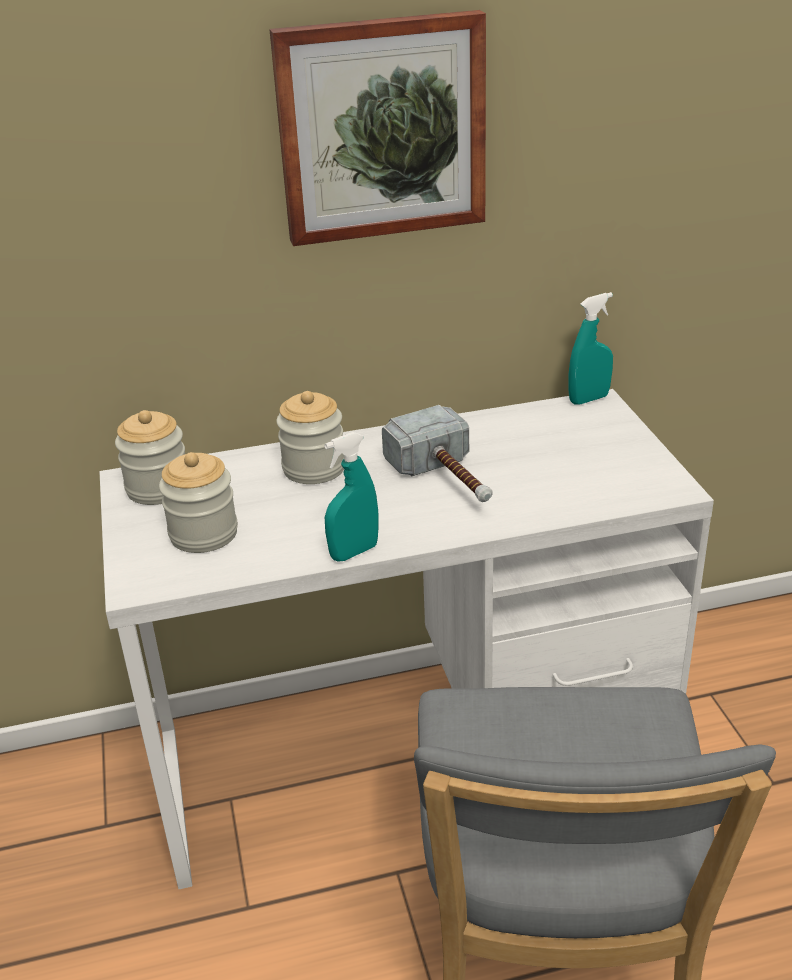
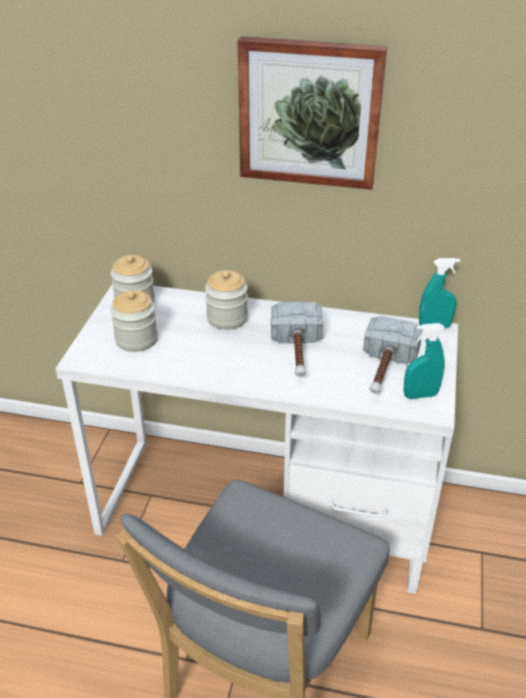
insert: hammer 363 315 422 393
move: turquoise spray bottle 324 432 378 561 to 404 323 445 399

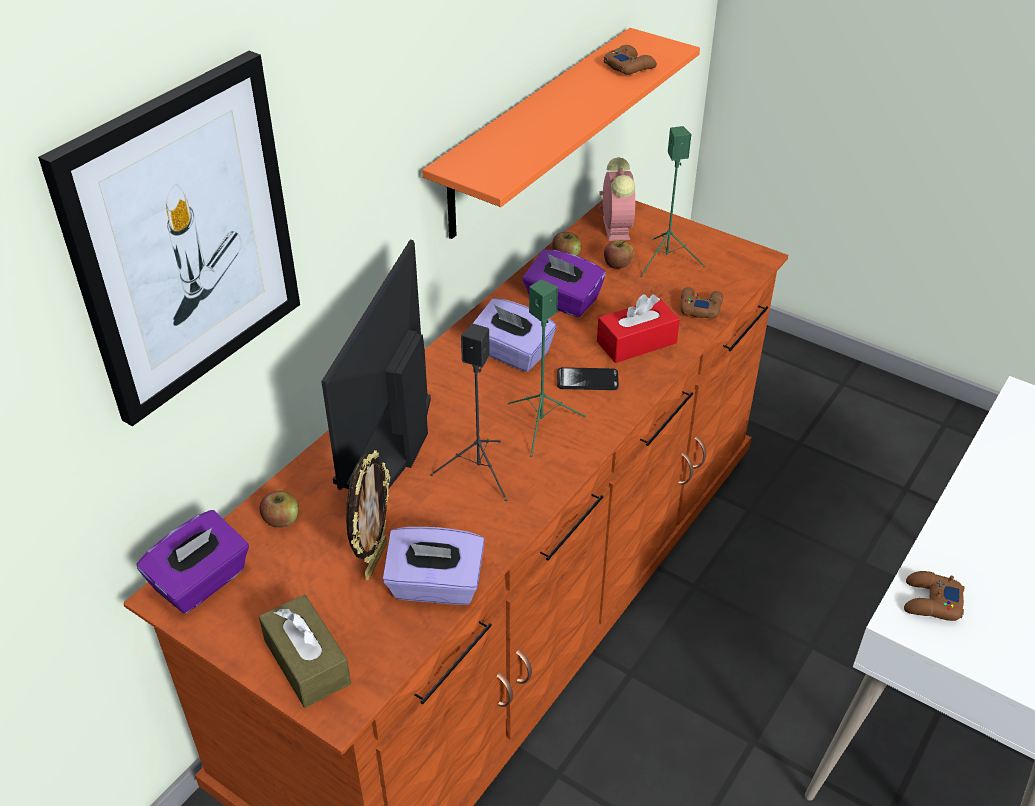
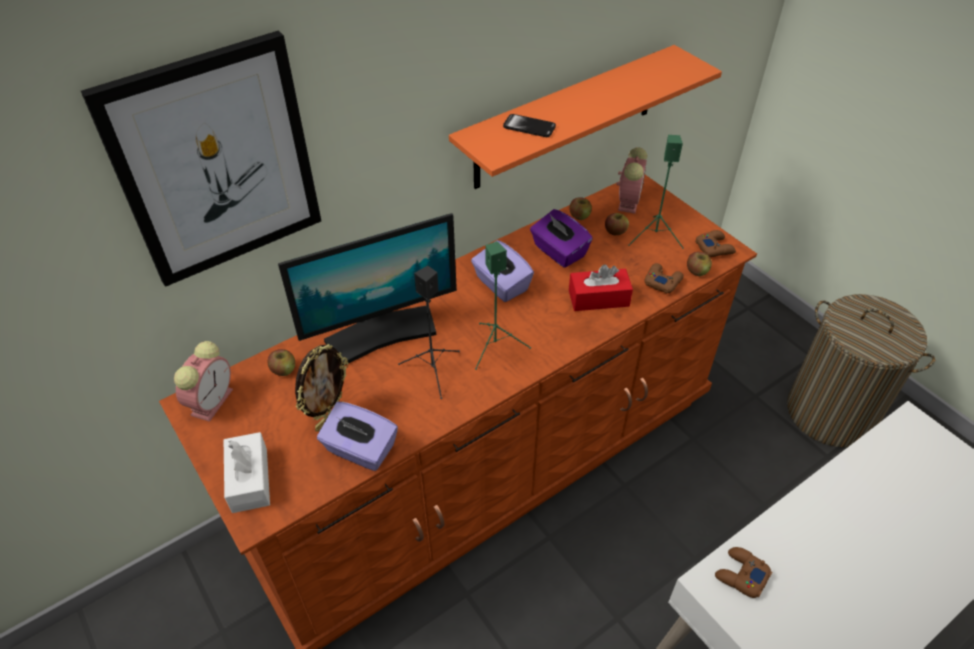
insert: apple 687 252 712 276; laundry basket 787 294 936 447
move: phone 557 367 619 390 to 503 114 556 137; brown game controller 604 45 657 75 to 695 230 736 257
replace: purple tissue box 137 510 249 613 to alarm clock 174 341 233 422
recolor: brown tissue box 259 595 351 708 to white tissue box 224 432 270 513
rotate: monitor 321 240 431 490 = 278 213 457 365 150 degrees counterclockwise

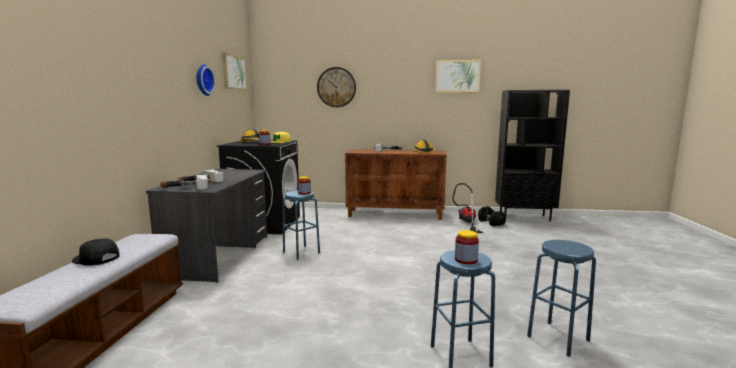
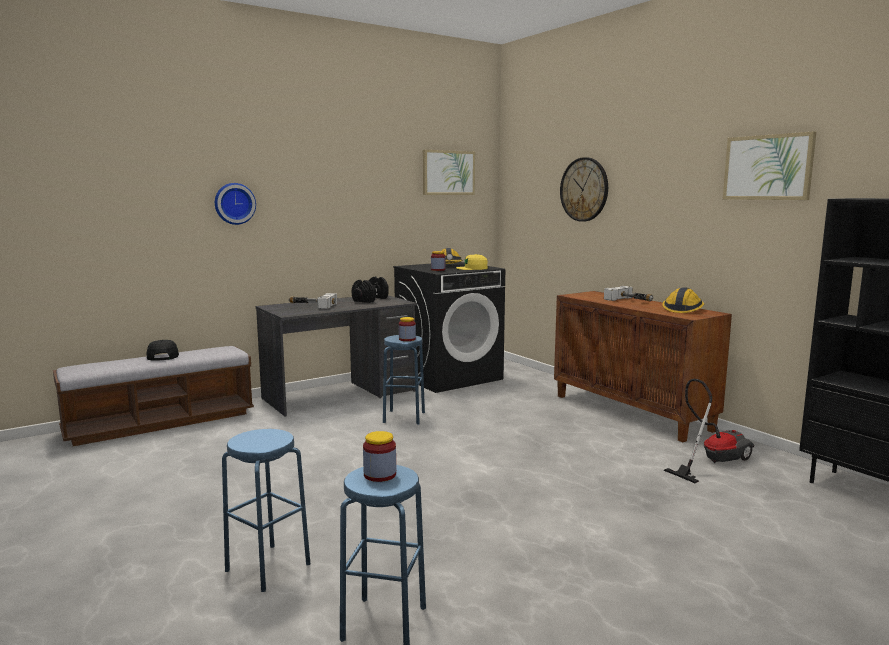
delete: hammer 160 174 210 190
move: wall clock 197 64 216 96 to 215 183 256 225; jar 455 230 479 264 to 363 431 396 482; black dumbbell 478 206 506 226 to 352 276 389 303

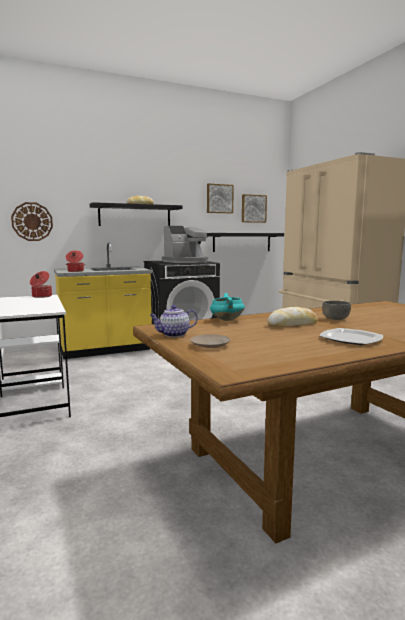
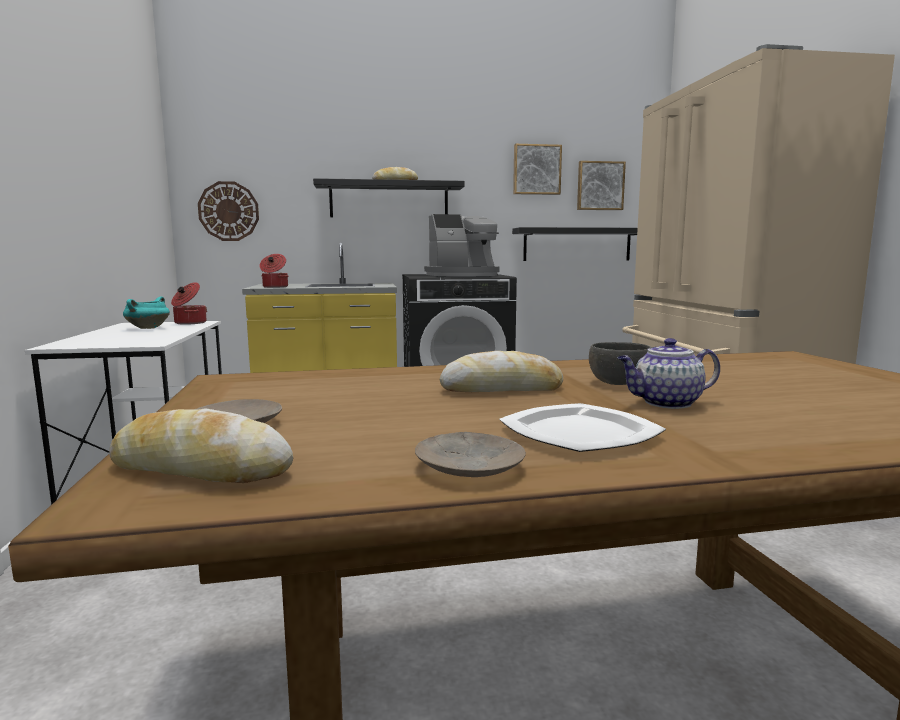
insert: bread 109 408 293 483; beige plate 415 432 526 477
move: teapot 150 305 198 337 to 618 338 720 409; turquoise cooking pot 210 293 245 321 to 123 297 170 329

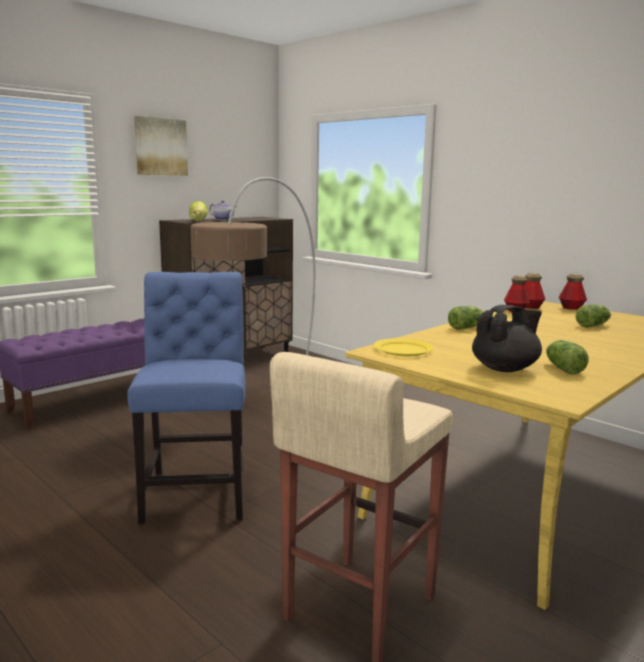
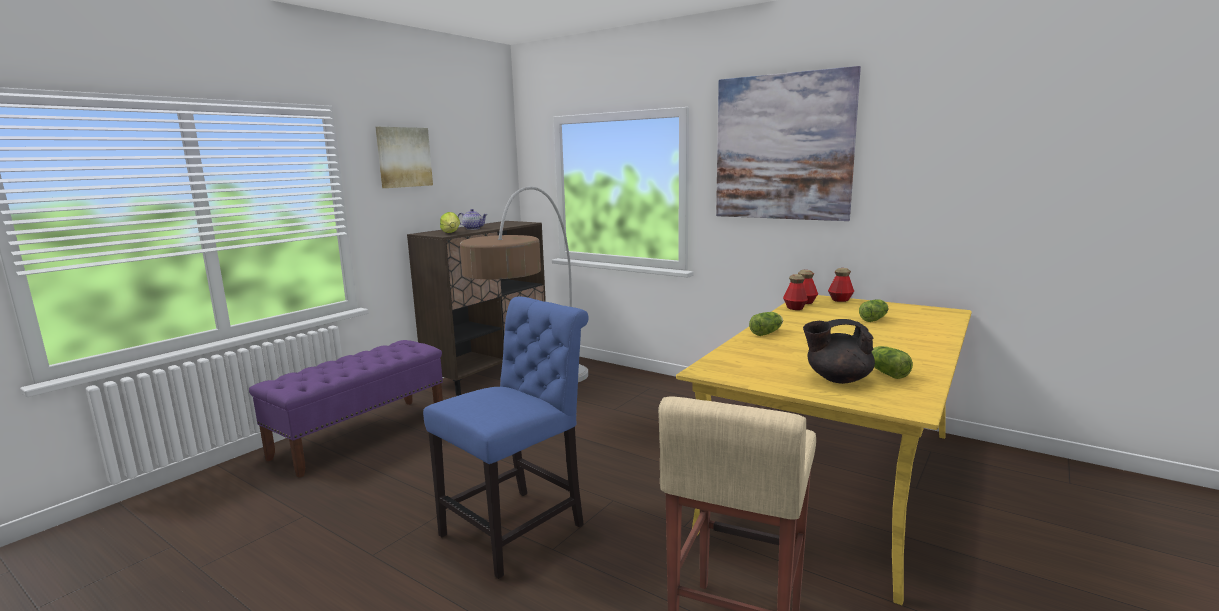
delete: yellow plate 374 338 434 356
insert: picture 716 66 861 221
rotate: blue chair 127 272 246 524 = 423 296 589 579 60 degrees clockwise; black teapot 472 305 542 372 = 803 319 875 384 135 degrees counterclockwise

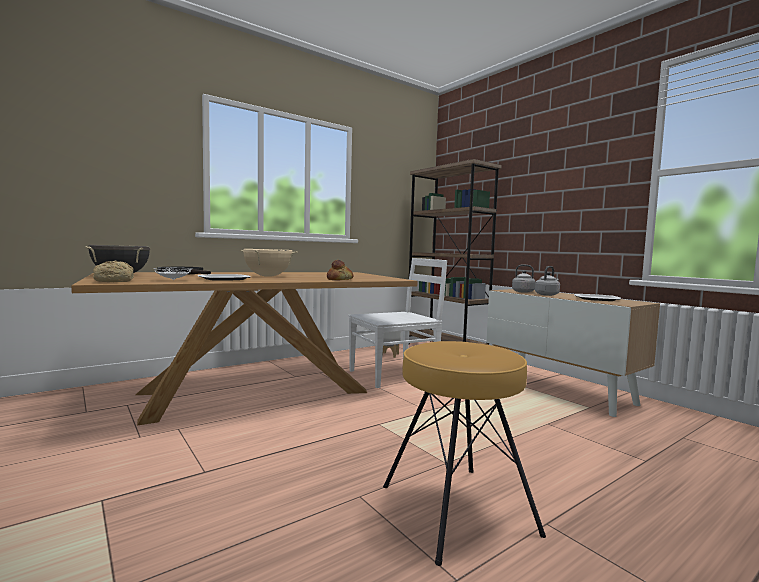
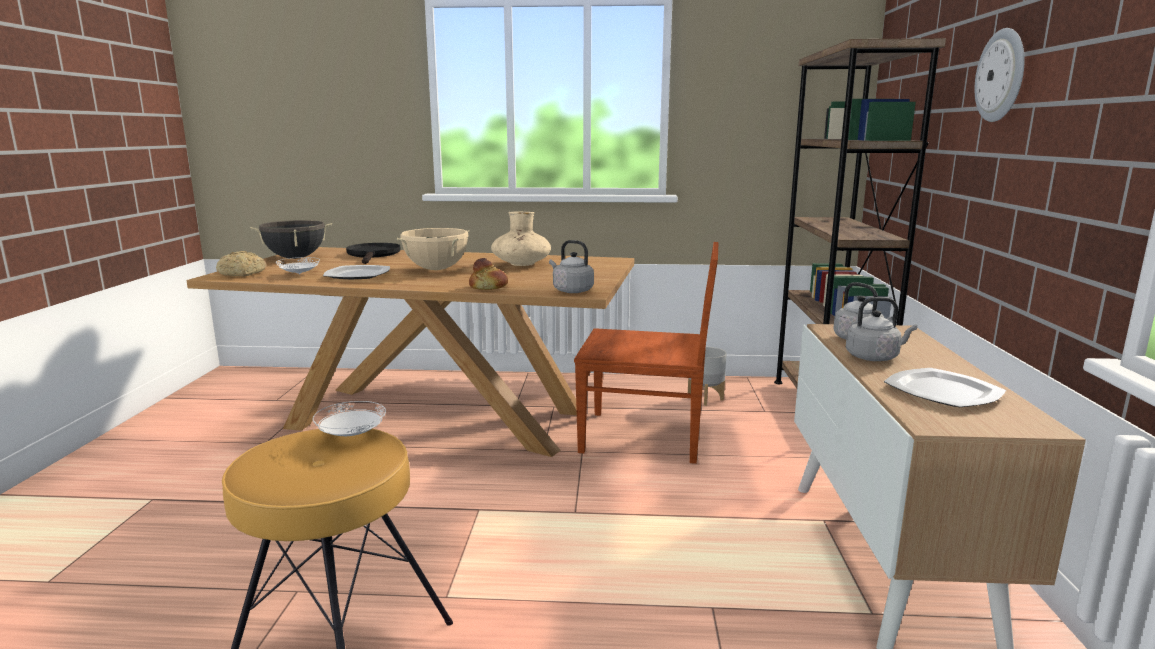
insert: white plate 313 401 386 436; beige vase 491 211 551 266; grey kettle 549 240 594 293; wall clock 975 28 1025 122
recolor: white chair 348 258 447 388 to brown chair 574 242 718 464

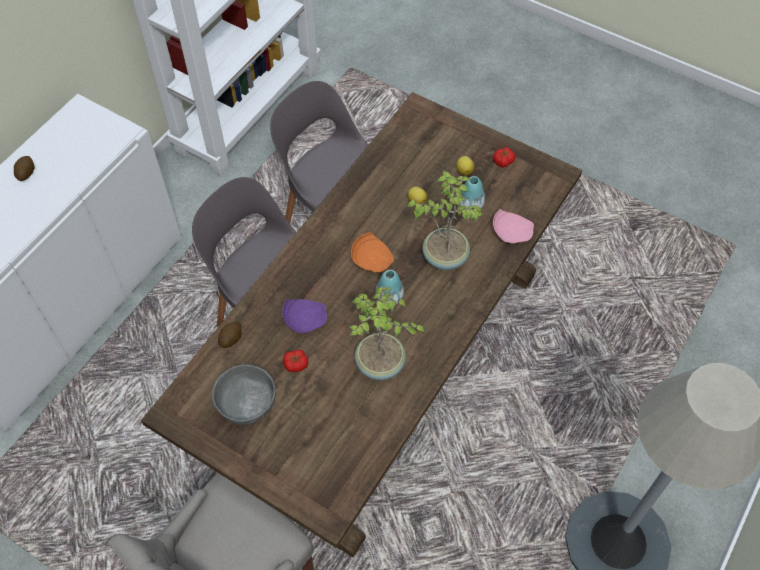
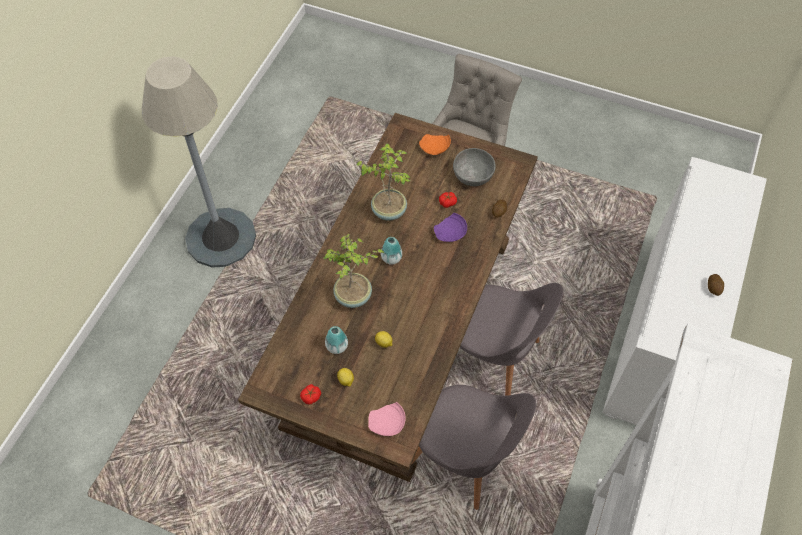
move: orange plate 351 232 394 273 to 419 134 451 155; pink plate 493 209 534 243 to 368 402 406 436

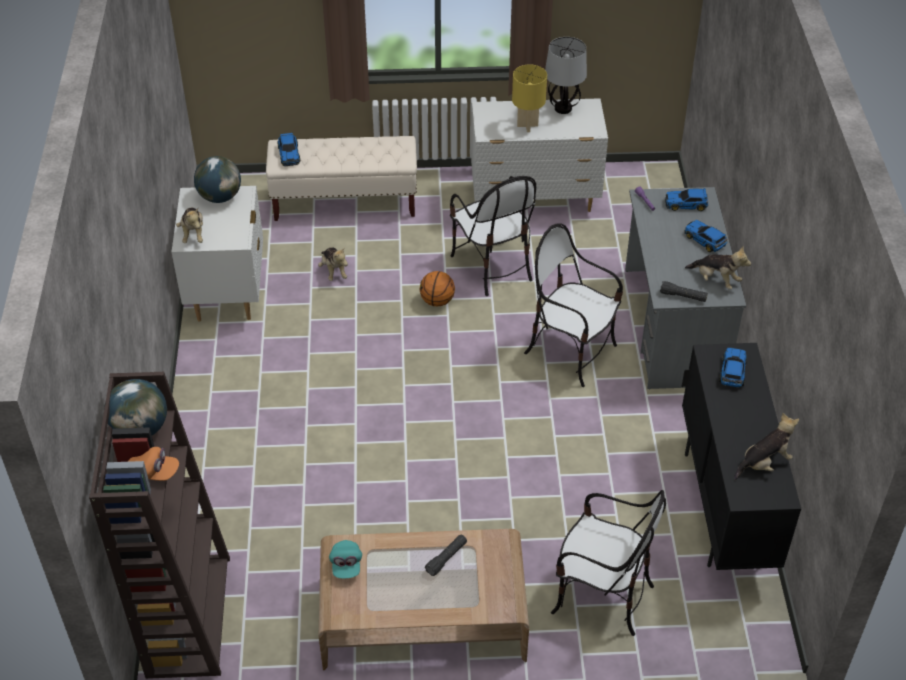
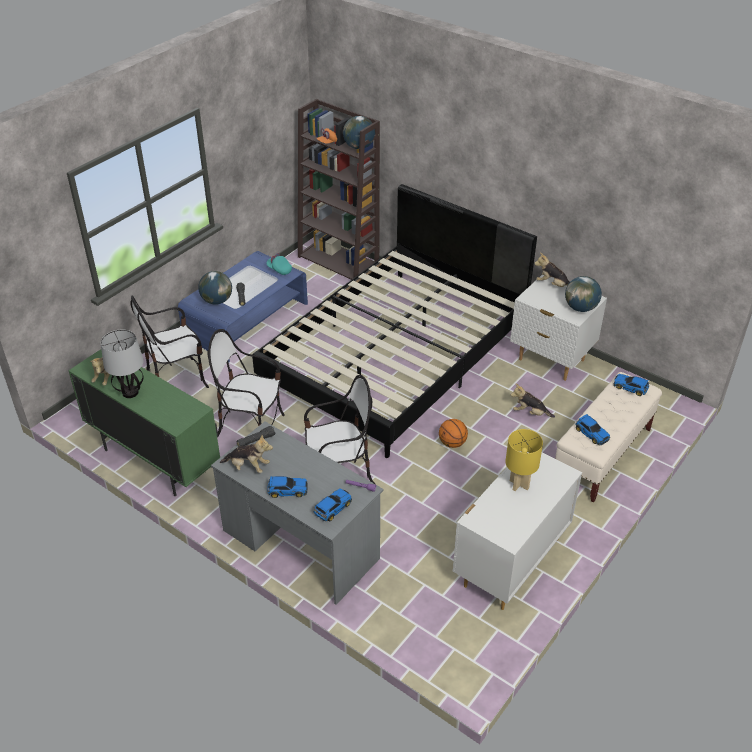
insert: globe 198 271 232 305; black bed 252 184 537 458
move: chair 450 176 536 296 to 207 329 285 437; table lamp 545 37 587 114 to 101 330 144 398; toy car 719 348 747 388 to 576 414 610 446
recolor: brown coffee table 318 529 529 670 to blue coffee table 178 251 308 362; black cabinet 681 343 801 570 to green cabinet 68 349 221 497
rotate: plush toy 685 246 751 290 = 220 435 273 473 150 degrees counterclockwise

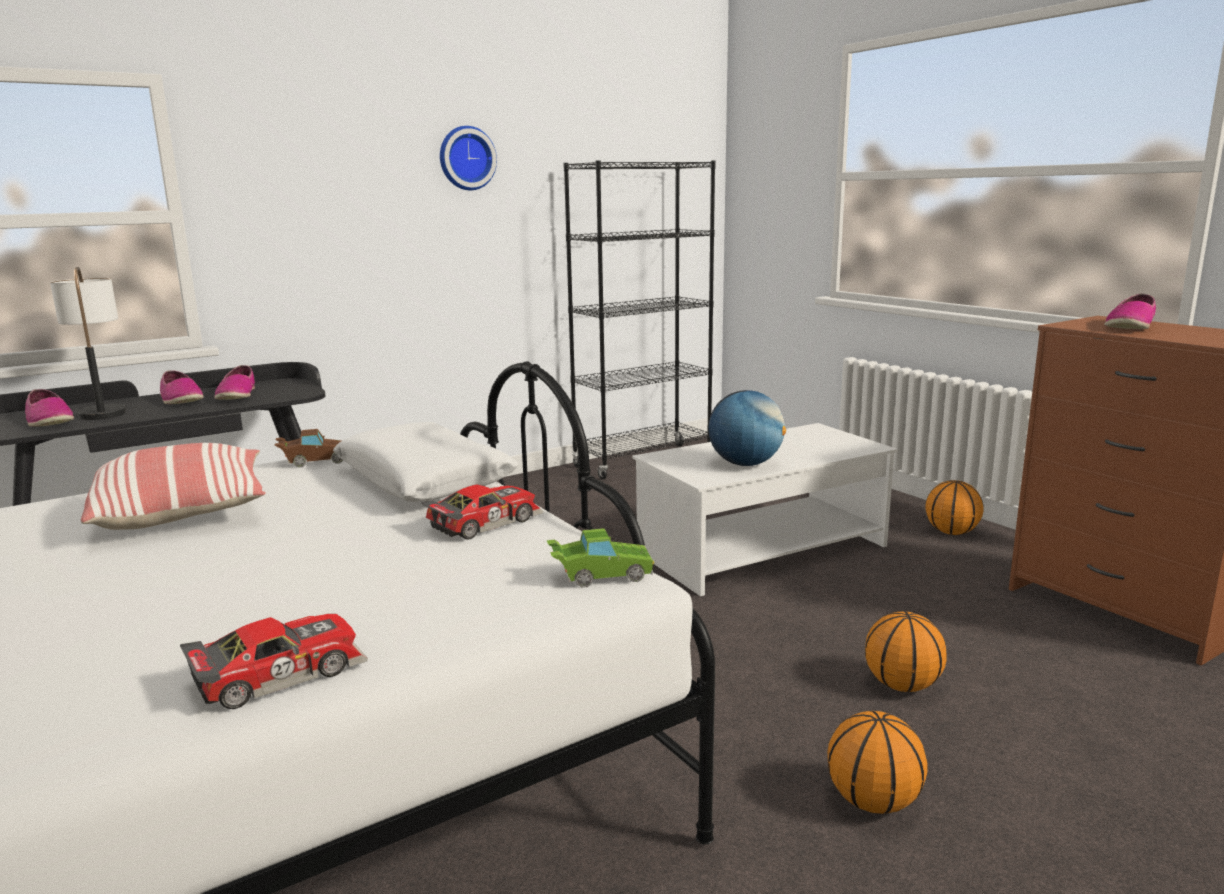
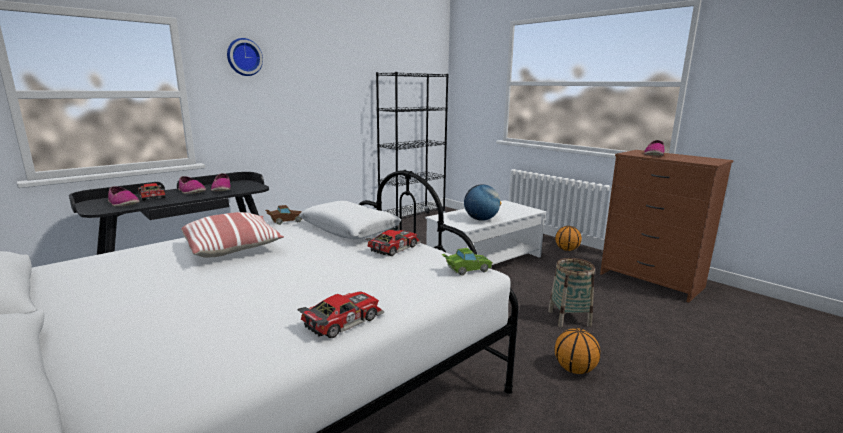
move: wall clock 440 126 497 190 to 227 38 263 76
replace: table lamp 50 267 126 420 to toy car 138 183 165 201; basketball 865 611 947 692 to basket 548 258 595 327

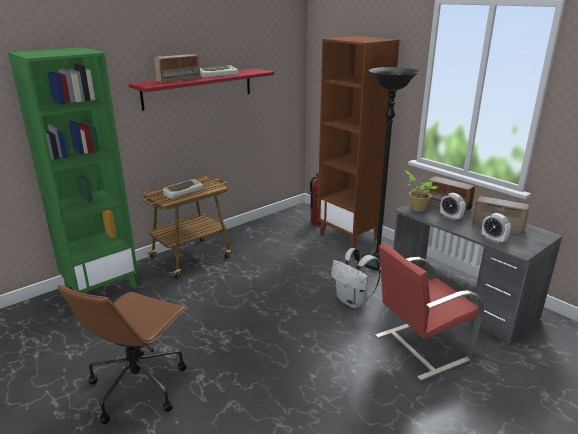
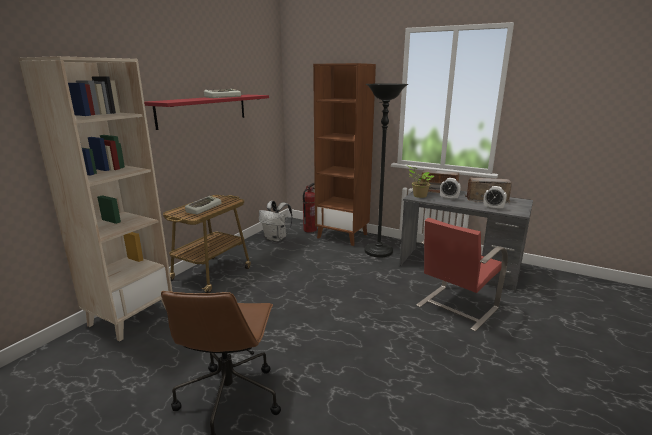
delete: radio 154 54 202 83
move: white backpack 331 248 381 308 to 259 201 292 242
recolor: green bookcase 8 47 138 294 to beige bookcase 18 56 173 342

